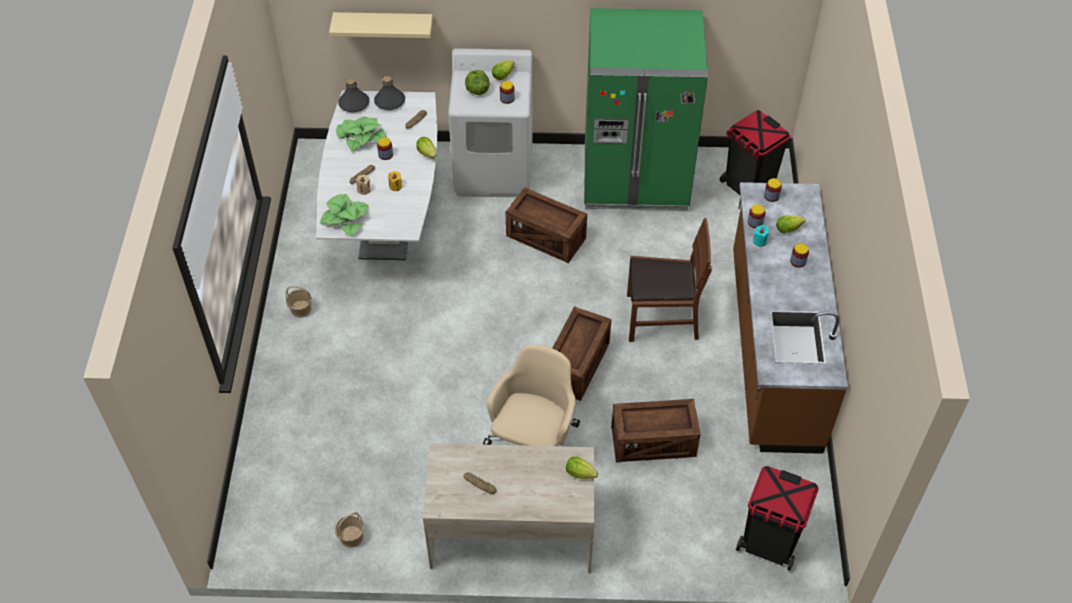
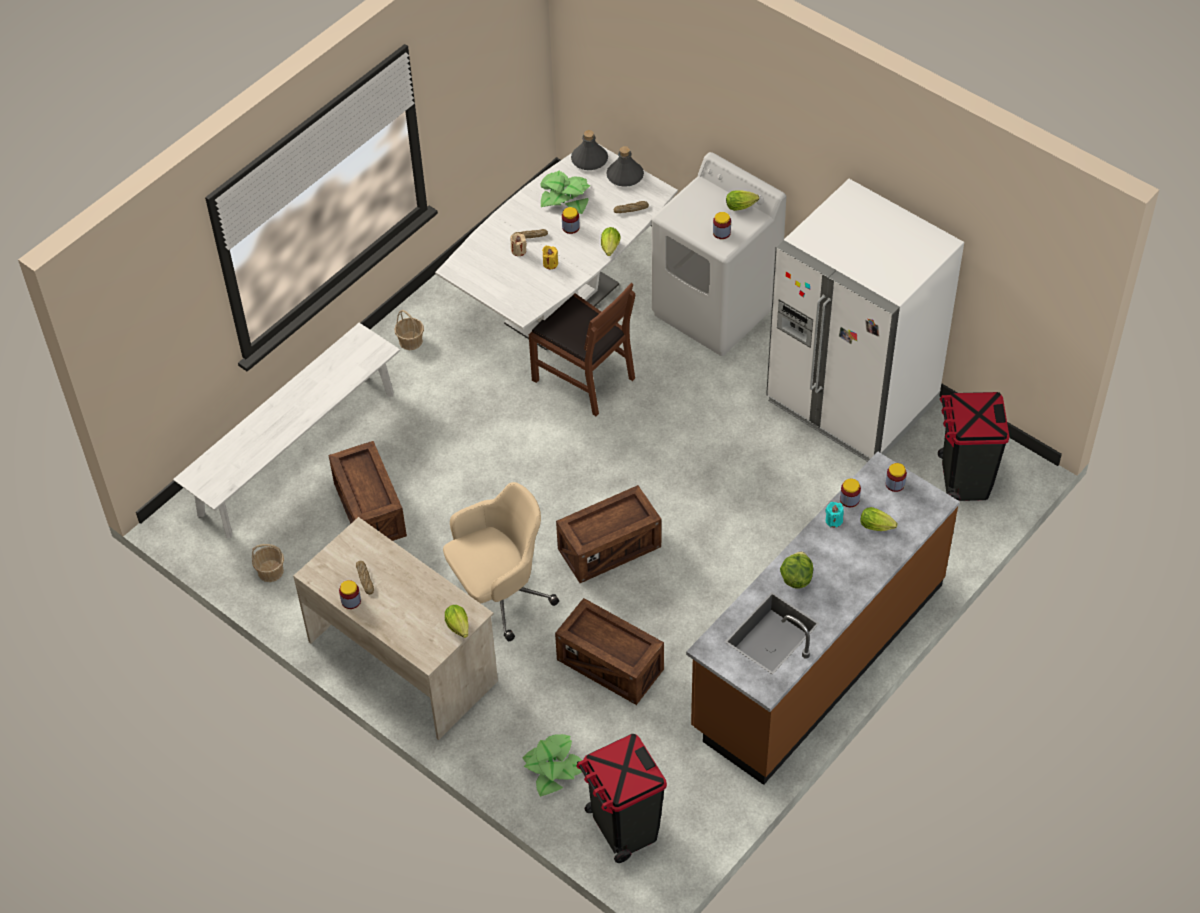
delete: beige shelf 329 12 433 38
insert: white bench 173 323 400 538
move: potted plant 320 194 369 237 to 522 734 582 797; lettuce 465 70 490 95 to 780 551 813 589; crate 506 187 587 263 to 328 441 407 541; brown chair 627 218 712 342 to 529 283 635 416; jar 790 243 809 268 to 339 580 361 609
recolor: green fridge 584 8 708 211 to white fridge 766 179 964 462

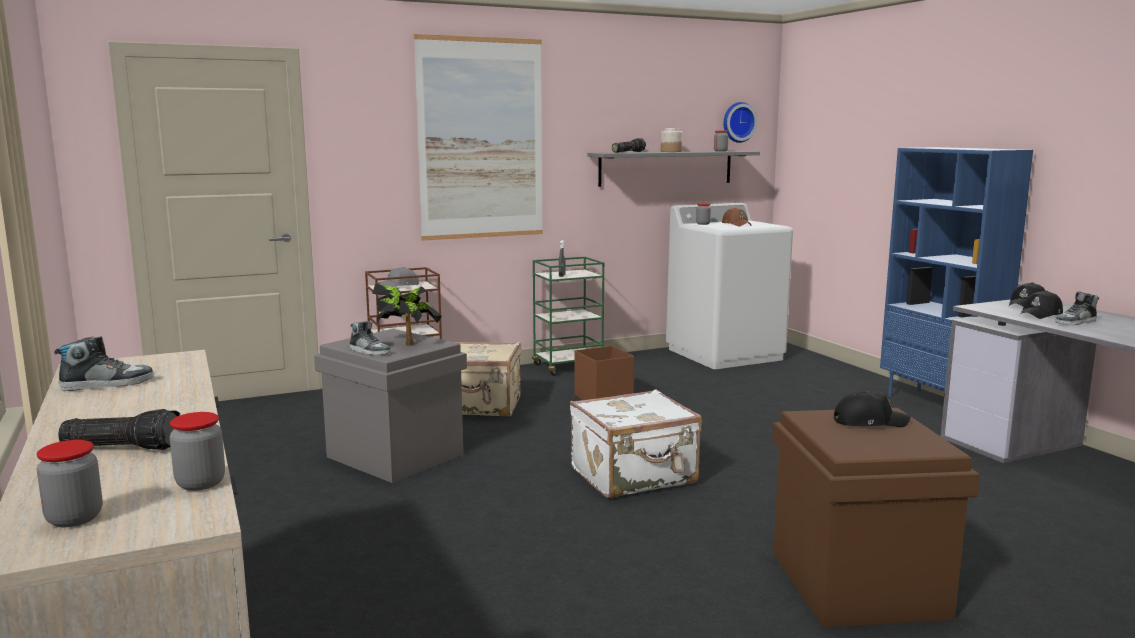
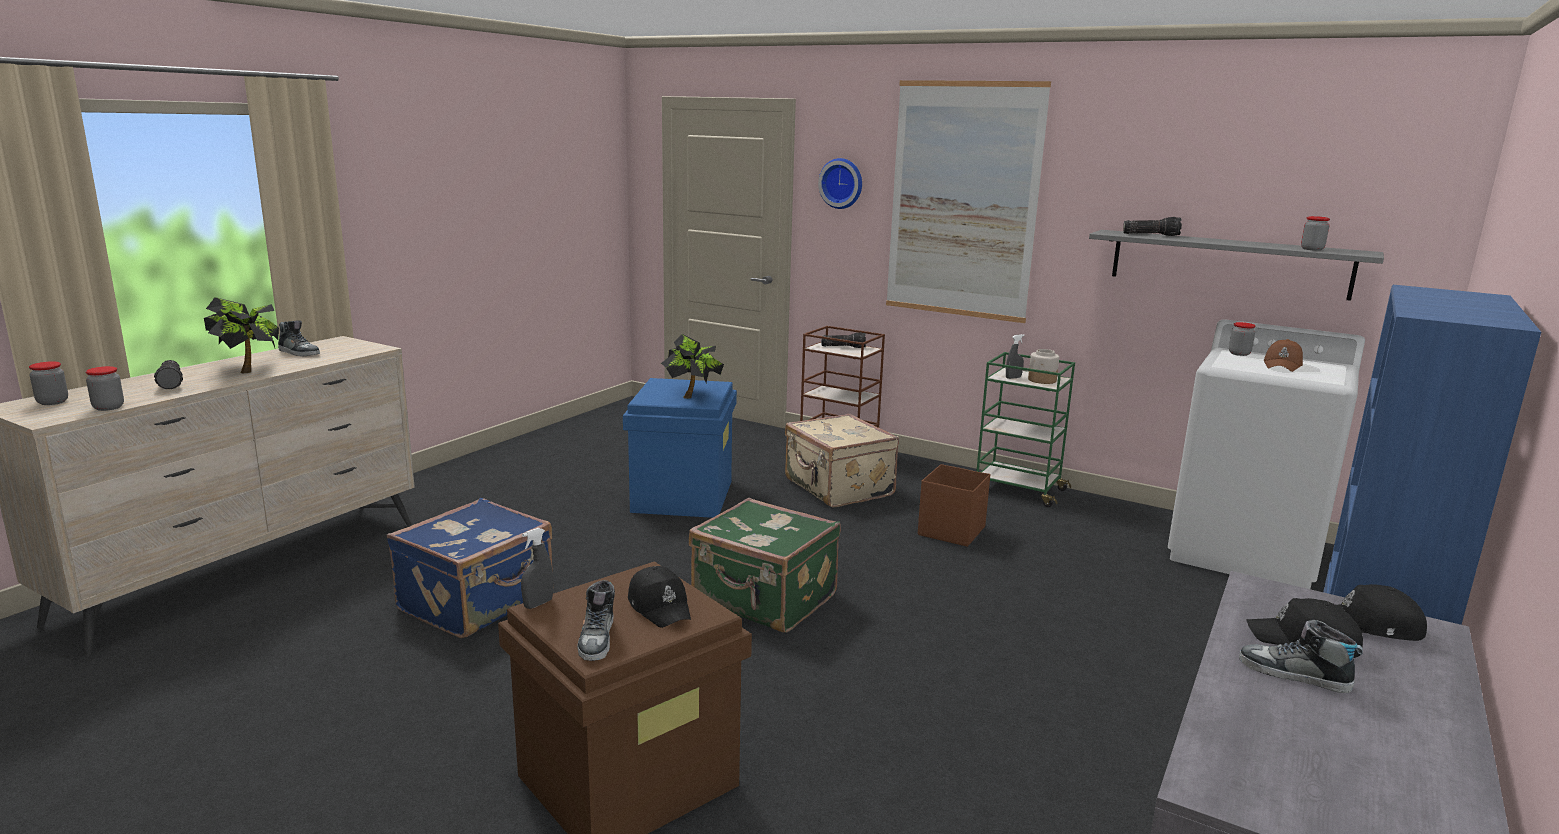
insert: potted plant 204 297 279 373; blue suitcase 387 498 554 638; grey spray bottle 521 528 553 609
move: shoe 349 321 391 355 to 577 580 615 661; jar 661 128 682 152 to 1028 349 1059 384; wall clock 724 102 757 143 to 818 158 862 209
replace: grey cap 378 267 419 287 to flashlight 821 332 866 348
recolor: grey storage box 314 329 467 483 to blue storage box 623 378 737 518; white suitcase 570 389 702 498 to green suitcase 689 498 841 633

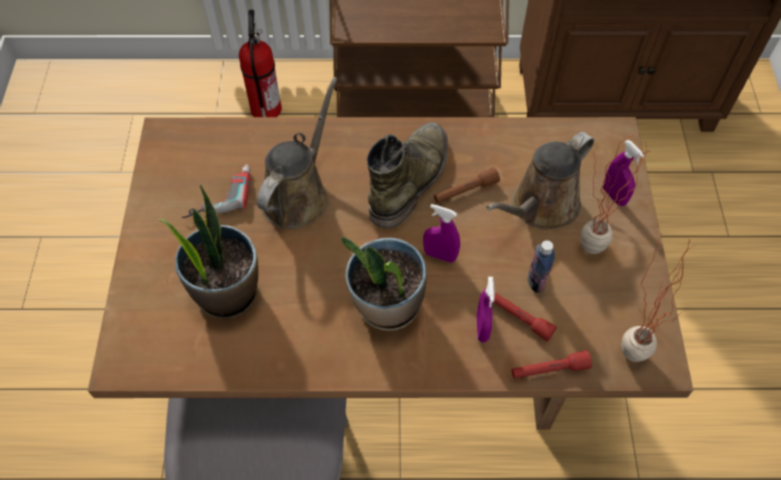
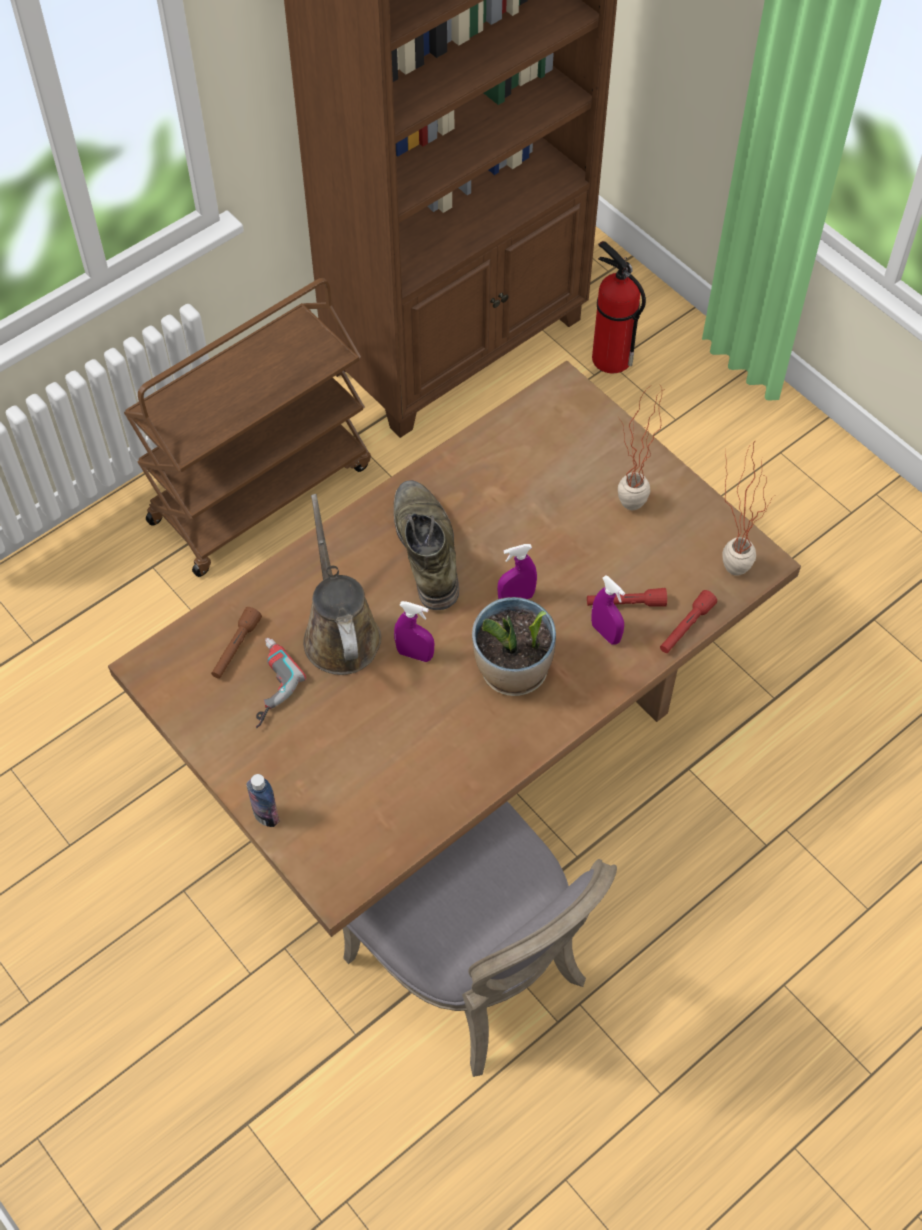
delete: potted plant 158 185 258 320; brown watering can 486 132 594 230
move: fire extinguisher 239 10 282 117 to 592 241 646 374; brown flashlight 434 167 500 203 to 211 607 262 679; bottle 527 240 555 293 to 246 774 279 827; purple spray bottle 603 140 644 206 to 394 601 434 662

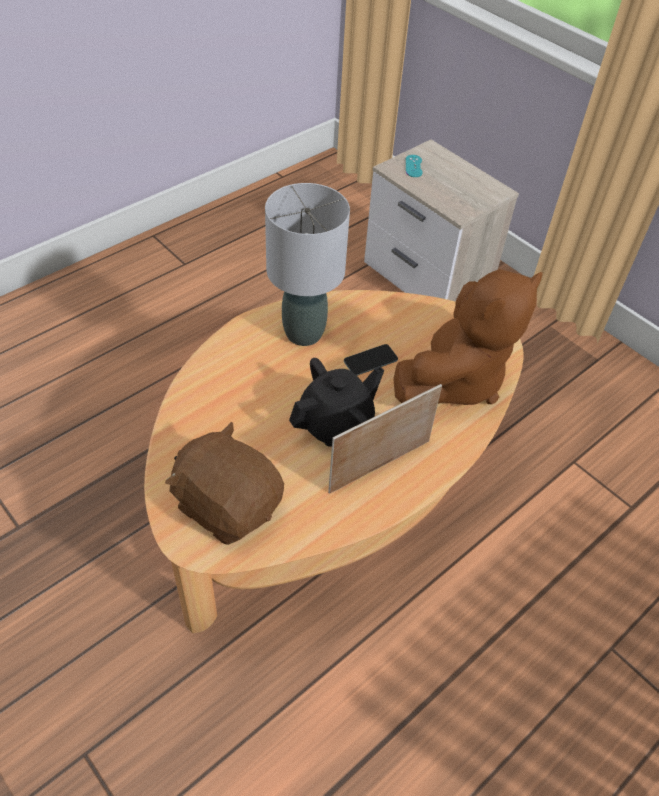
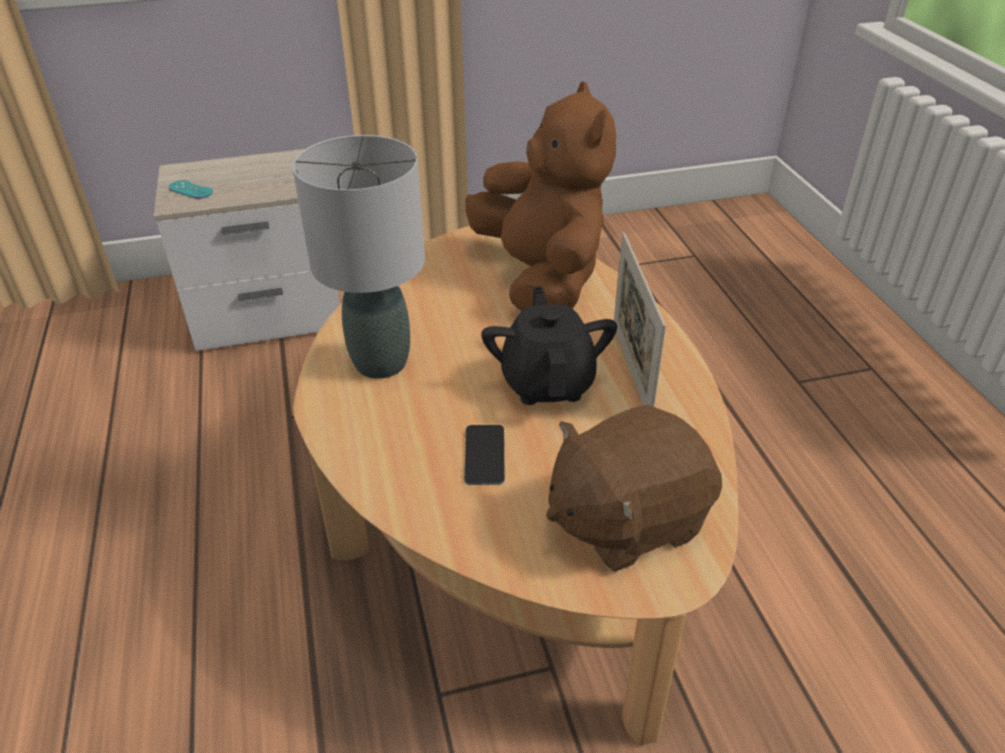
move: phone 344 344 398 376 to 464 425 505 485

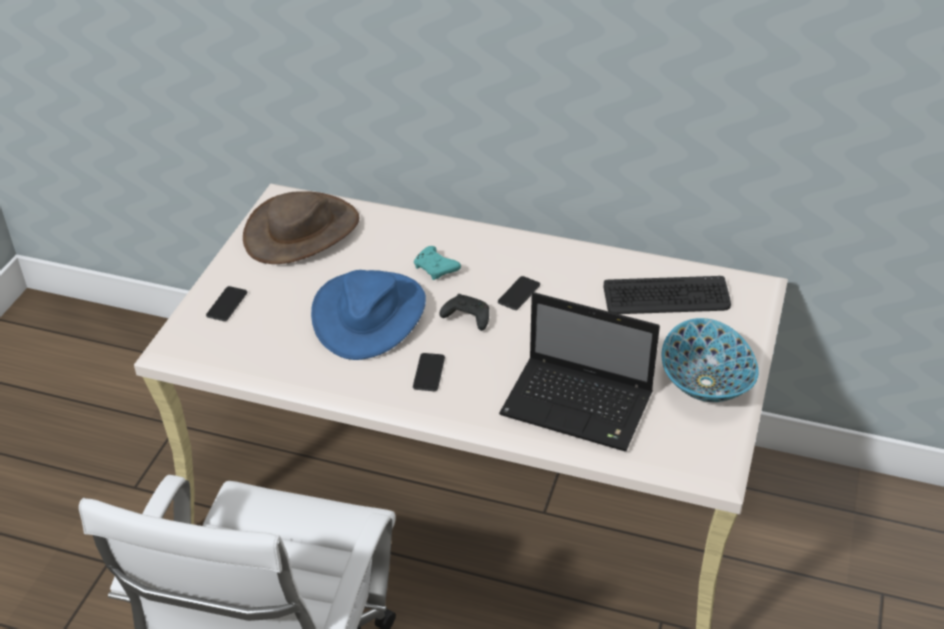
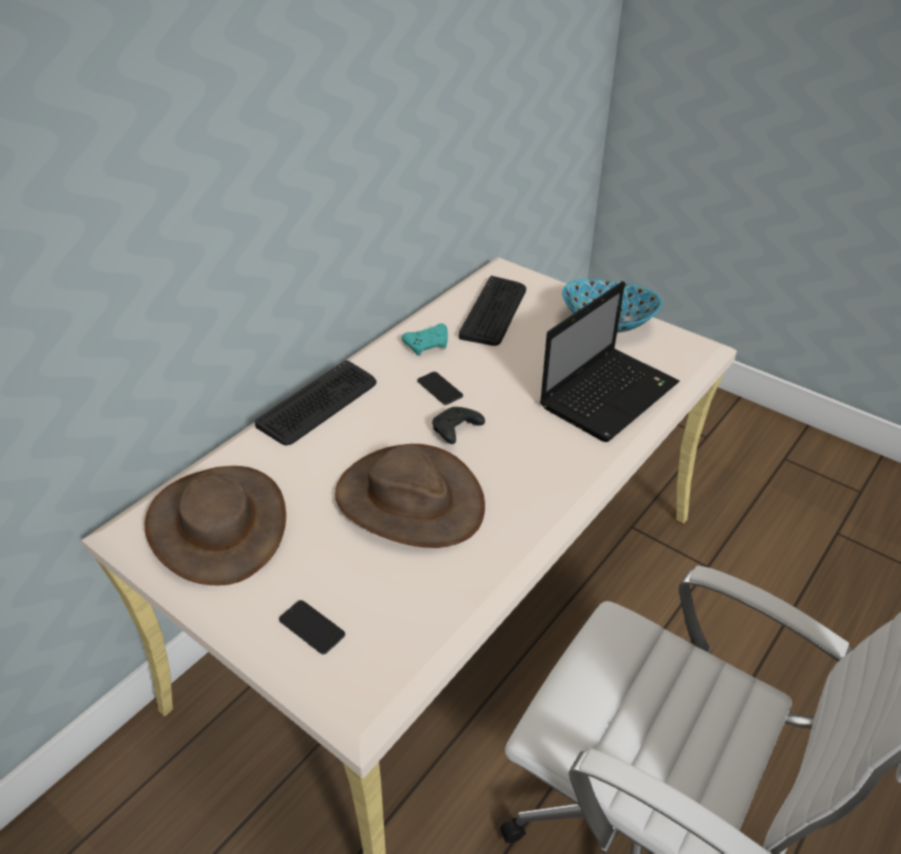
delete: phone 413 353 445 391
insert: keyboard 255 360 376 445
move: turquoise game controller 414 246 461 280 to 402 323 448 356
recolor: blue hat 311 270 426 360 to brown hat 335 444 485 548

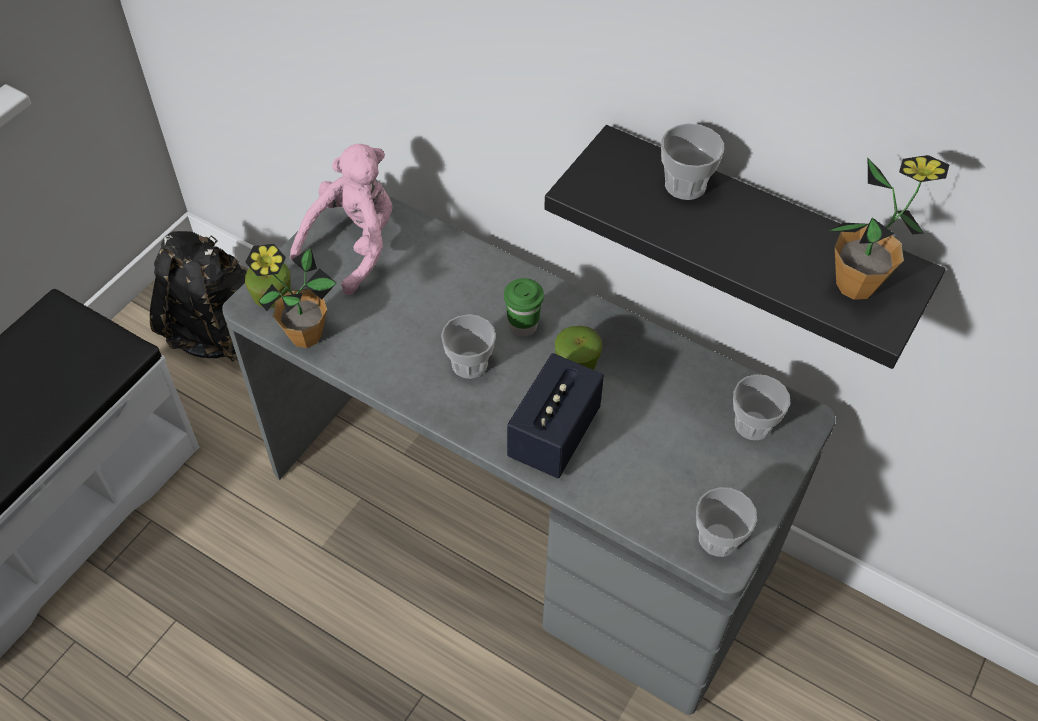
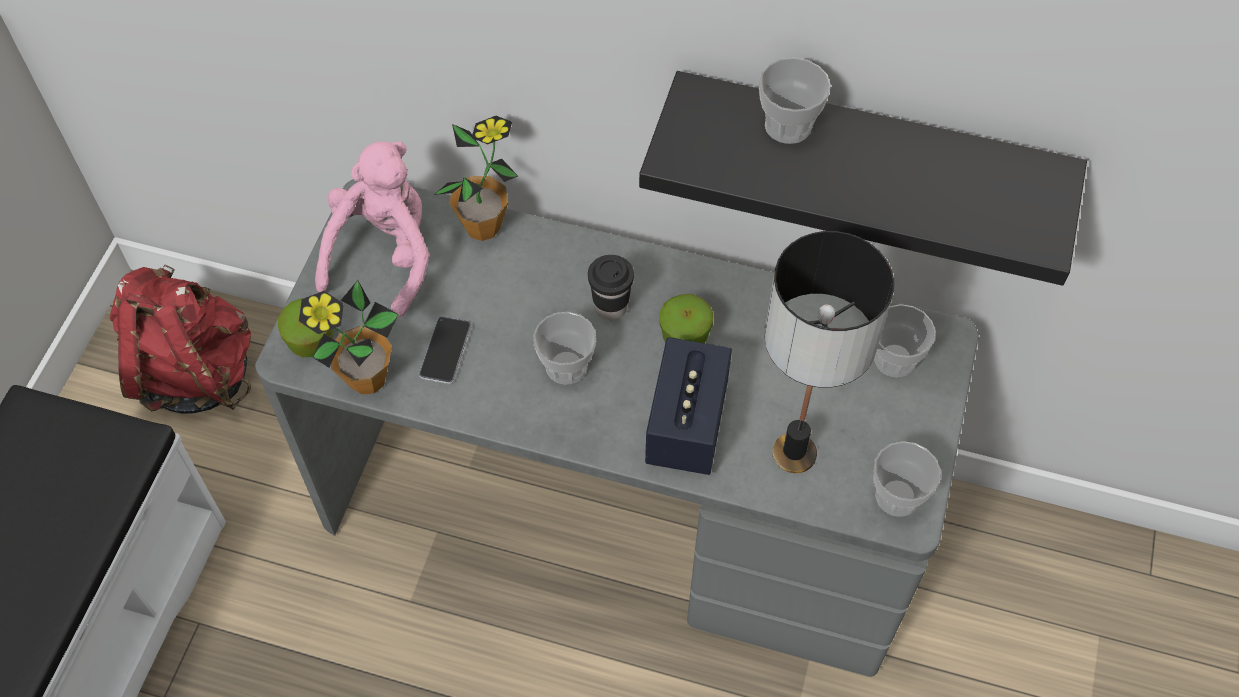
insert: phone 419 317 472 384; table lamp 764 231 894 473
move: potted plant 829 155 949 300 to 434 116 518 241
recolor: black backpack 150 231 247 362 to red backpack 110 265 251 414; green cup 504 278 544 337 to black cup 588 255 634 320

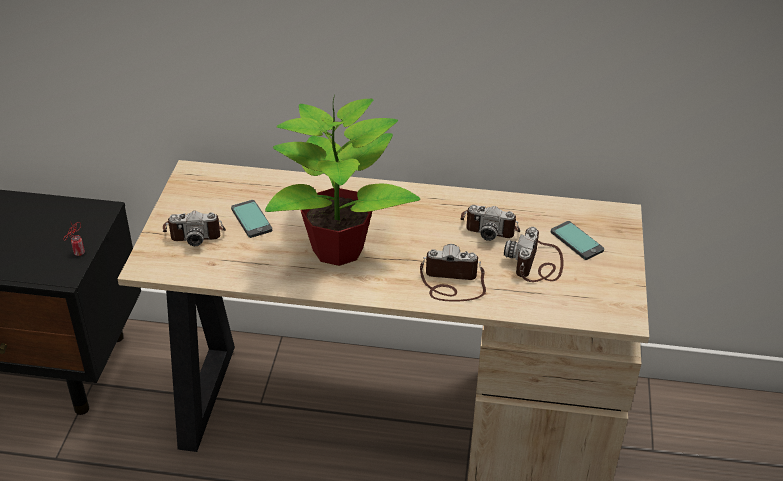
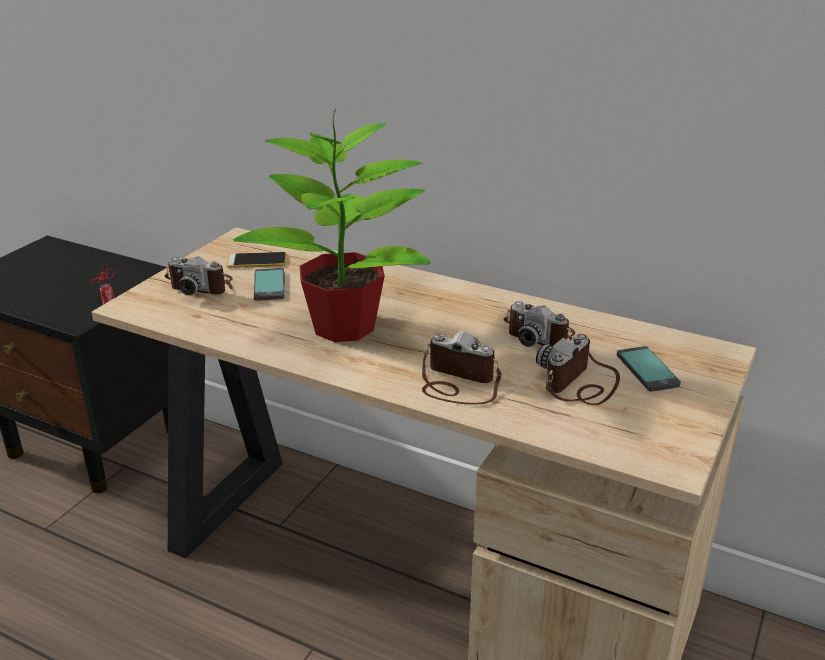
insert: phone 227 252 287 268

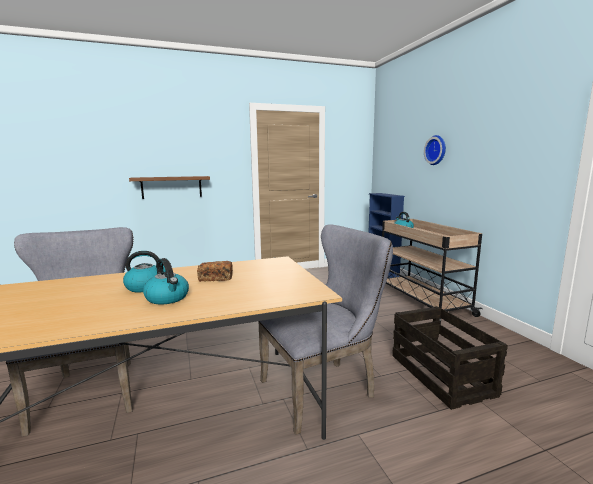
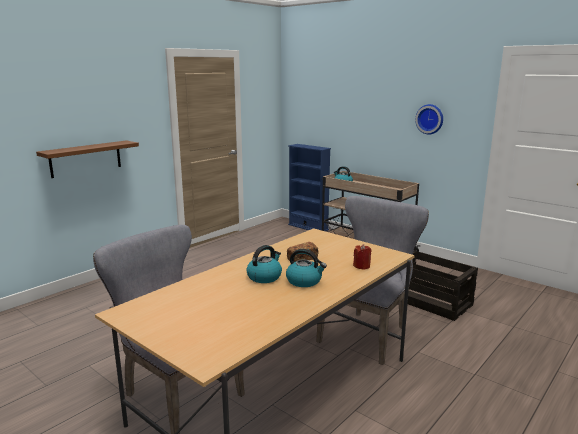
insert: red candle 353 244 372 270
move: wall clock 424 135 446 165 to 415 104 443 135

